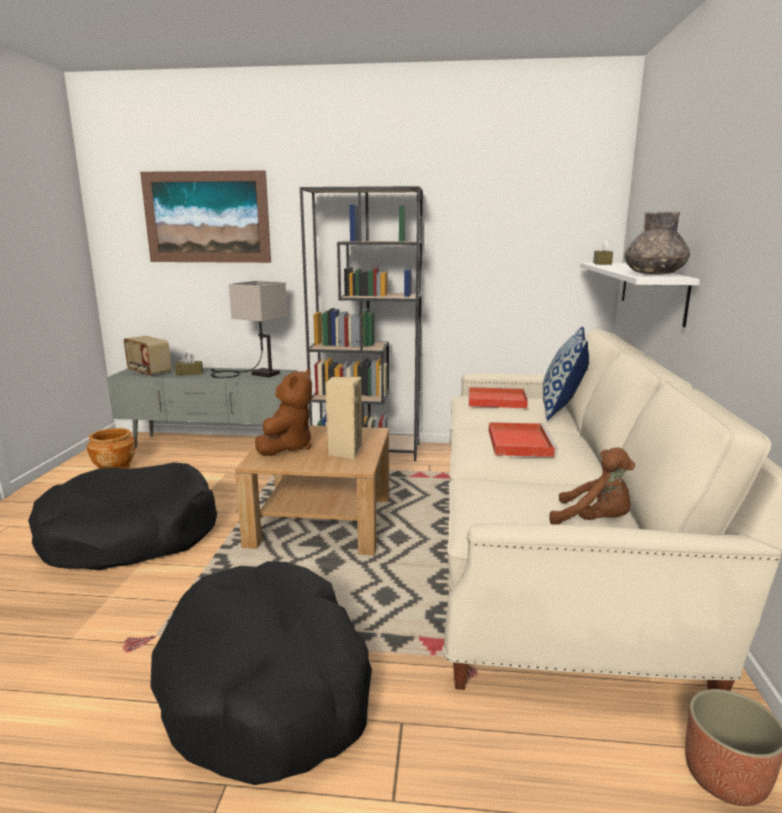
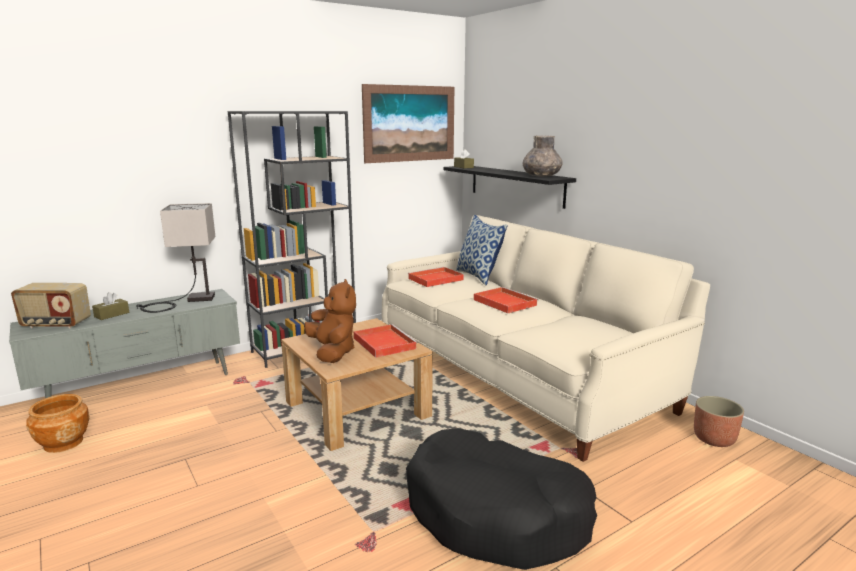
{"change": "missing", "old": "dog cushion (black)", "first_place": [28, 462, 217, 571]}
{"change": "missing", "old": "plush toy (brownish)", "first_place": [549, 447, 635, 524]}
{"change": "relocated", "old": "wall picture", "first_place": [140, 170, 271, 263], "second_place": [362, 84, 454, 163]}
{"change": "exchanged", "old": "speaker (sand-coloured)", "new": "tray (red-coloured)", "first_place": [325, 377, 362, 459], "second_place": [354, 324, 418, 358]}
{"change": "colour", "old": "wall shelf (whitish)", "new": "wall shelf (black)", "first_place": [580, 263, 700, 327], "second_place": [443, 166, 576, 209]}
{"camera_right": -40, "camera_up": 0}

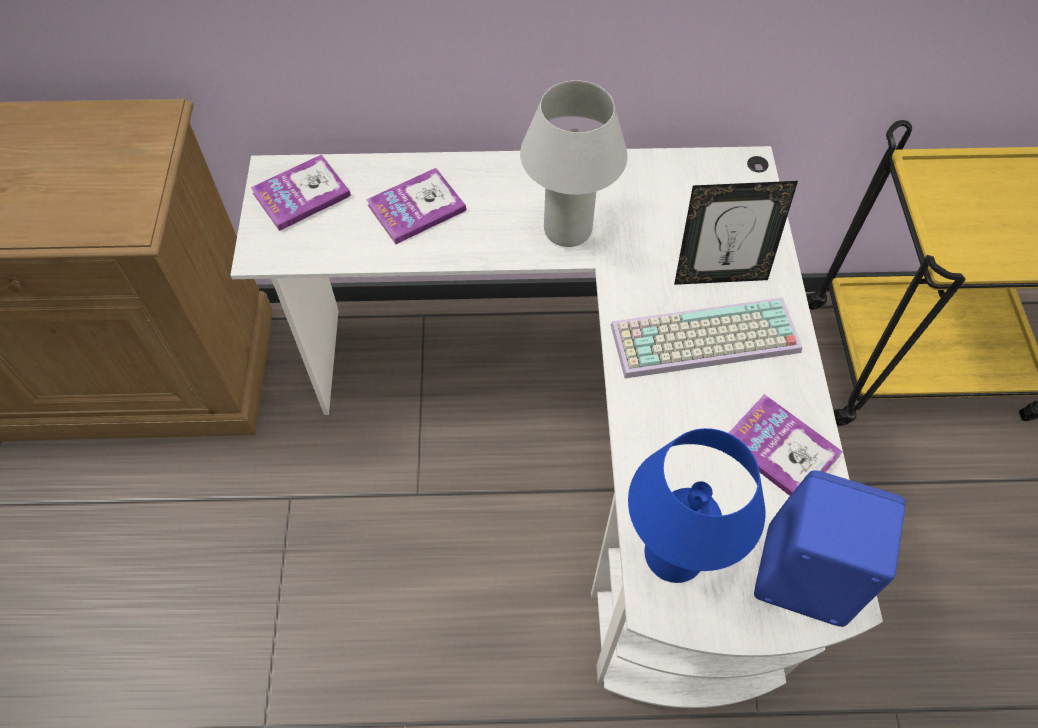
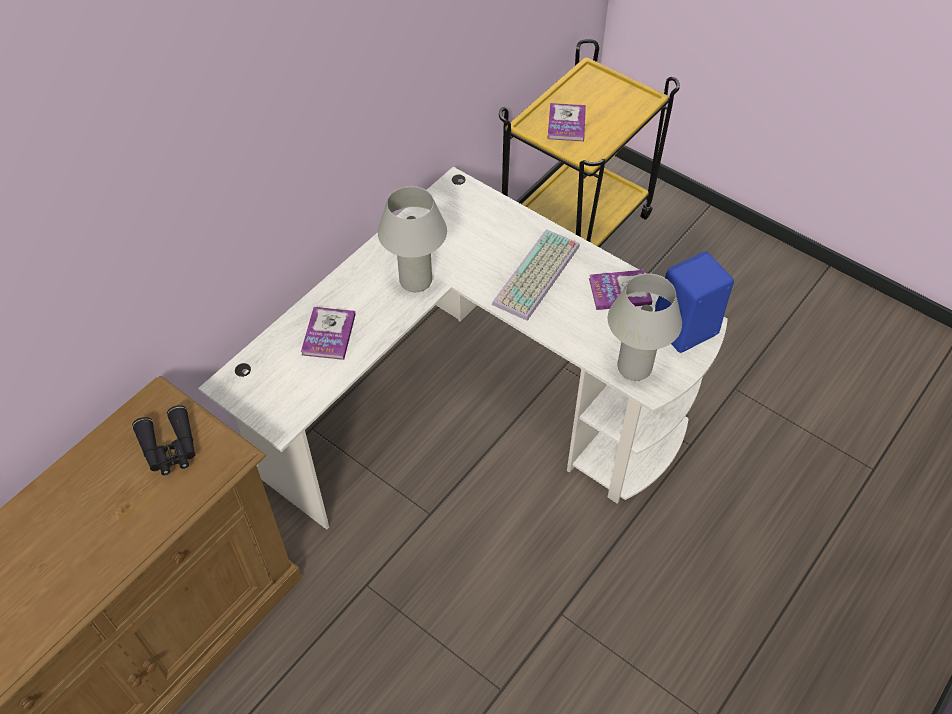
{"change": "missing", "old": "standing frame", "first_place": [674, 181, 798, 285]}
{"change": "appeared", "new": "pair of binoculars (black)", "second_place": [132, 405, 196, 475]}
{"change": "relocated", "old": "volume", "first_place": [250, 154, 351, 231], "second_place": [547, 103, 586, 141]}
{"change": "colour", "old": "table lamp (blue)", "new": "table lamp (whitish)", "first_place": [628, 428, 765, 583], "second_place": [608, 273, 682, 381]}
{"camera_right": -50, "camera_up": -5}

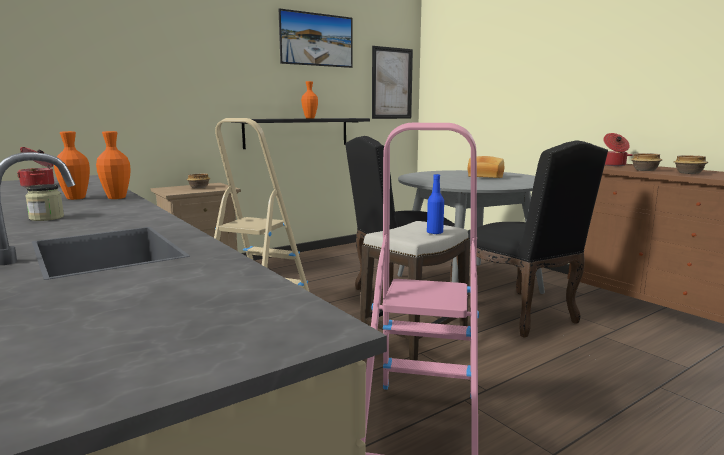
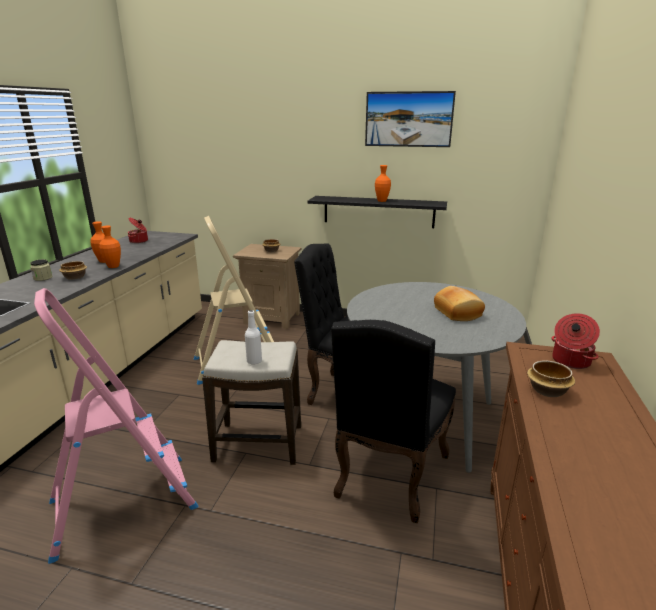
{"change": "missing", "old": "wall picture", "first_place": [372, 46, 413, 119]}
{"change": "relocated", "old": "bowl", "first_place": [674, 155, 708, 174], "second_place": [59, 261, 87, 280]}
{"change": "colour", "old": "bottle (blue)", "new": "bottle (whitish)", "first_place": [427, 174, 444, 234], "second_place": [245, 310, 262, 365]}
{"camera_right": 50, "camera_up": 10}

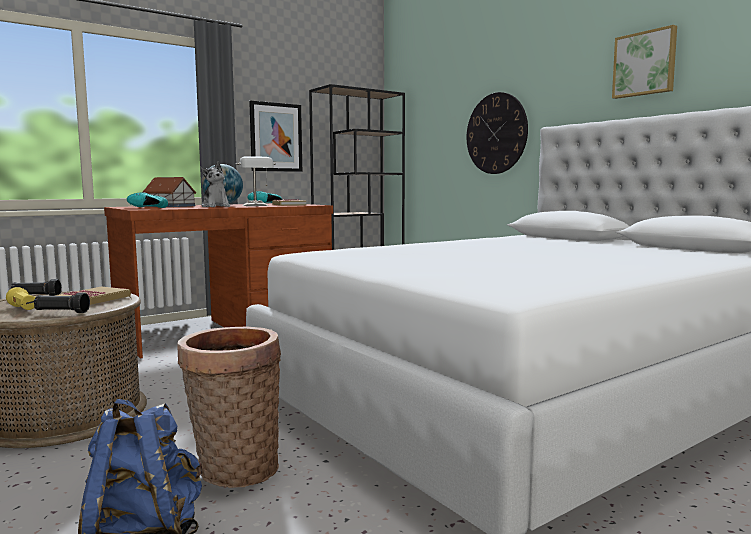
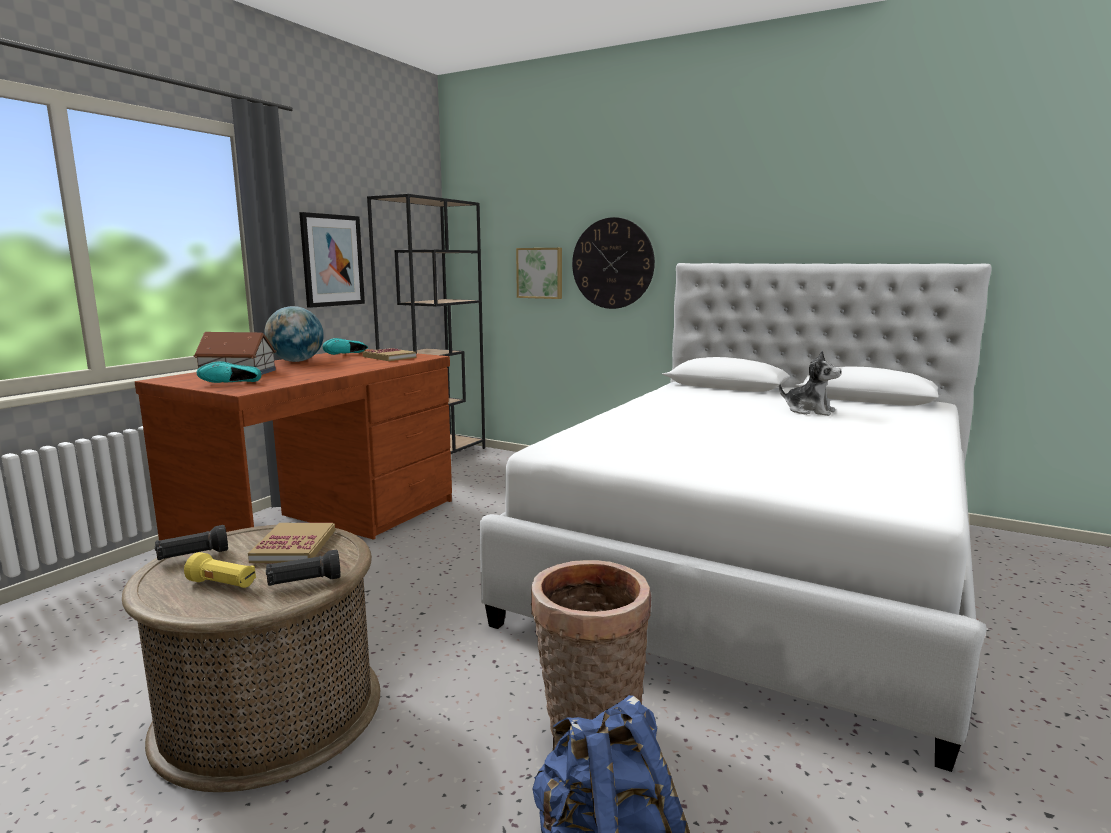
{"change": "missing", "old": "table lamp (whitish)", "first_place": [236, 156, 276, 206]}
{"change": "relocated", "old": "plush toy", "first_place": [201, 162, 230, 207], "second_place": [779, 351, 841, 416]}
{"change": "relocated", "old": "wall picture", "first_place": [612, 25, 677, 99], "second_place": [516, 248, 562, 299]}
{"camera_right": -25, "camera_up": 5}

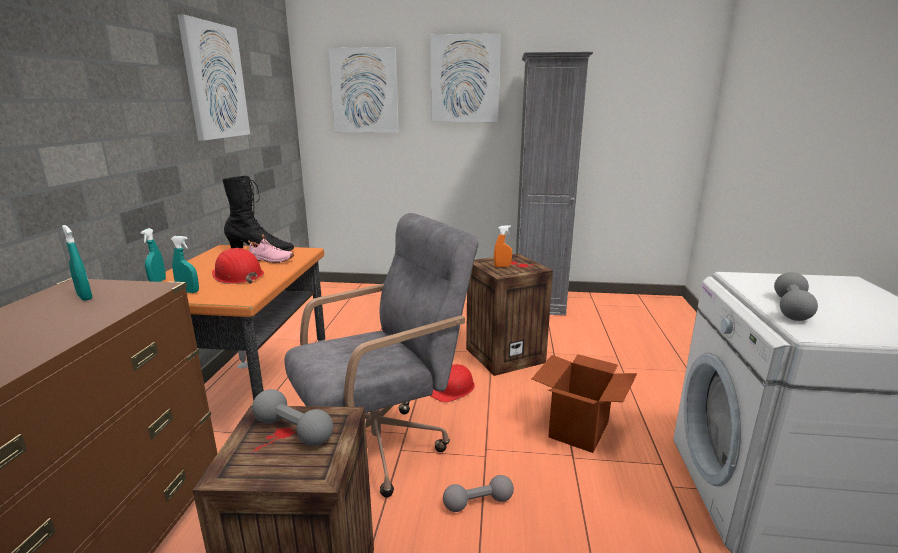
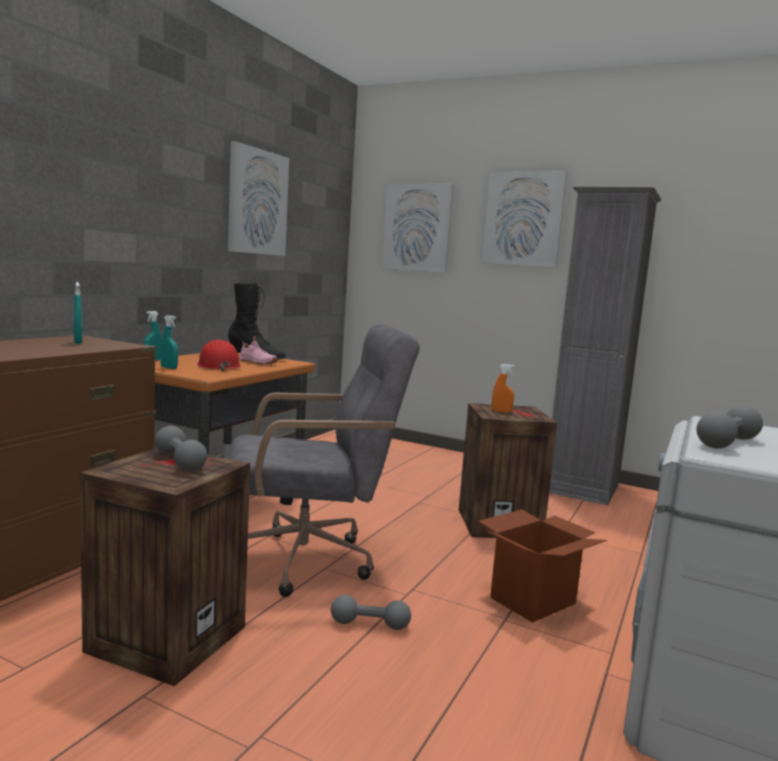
{"change": "missing", "old": "hard hat (red-coloured)", "first_place": [431, 364, 475, 403]}
{"camera_right": 20, "camera_up": -10}

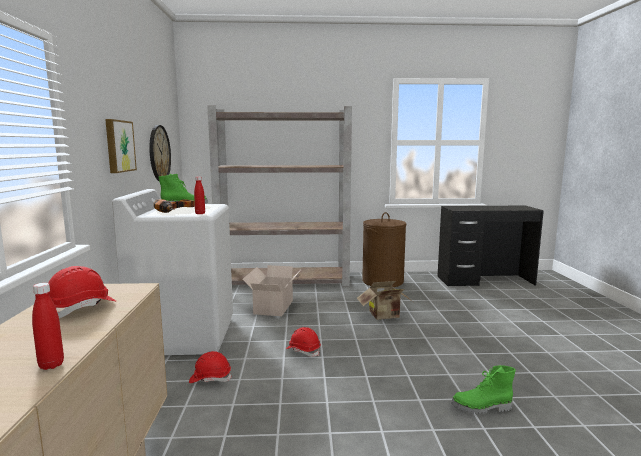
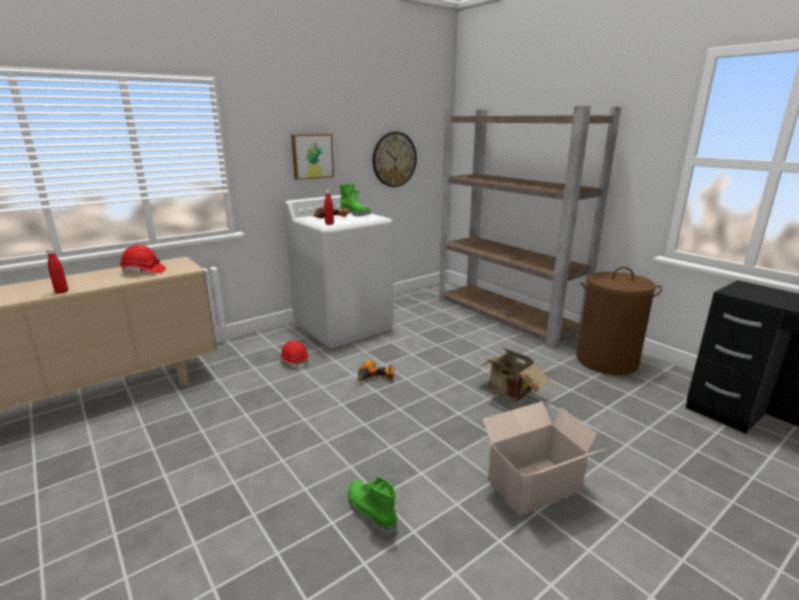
{"change": "relocated", "old": "carton", "first_place": [243, 265, 301, 316], "second_place": [481, 401, 605, 515]}
{"change": "exchanged", "old": "hard hat (red-coloured)", "new": "drill", "first_place": [286, 327, 321, 357], "second_place": [356, 360, 394, 384]}
{"camera_right": 55, "camera_up": 10}

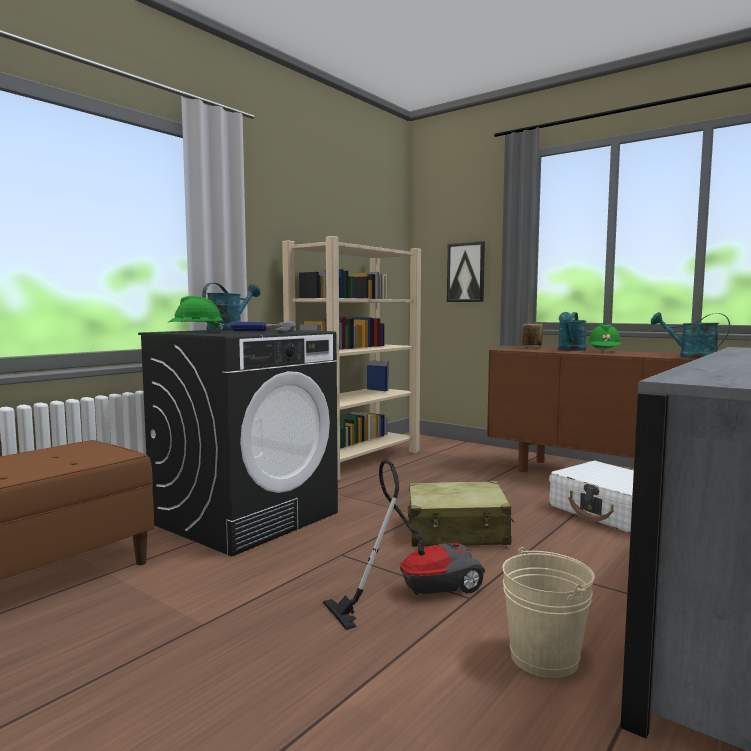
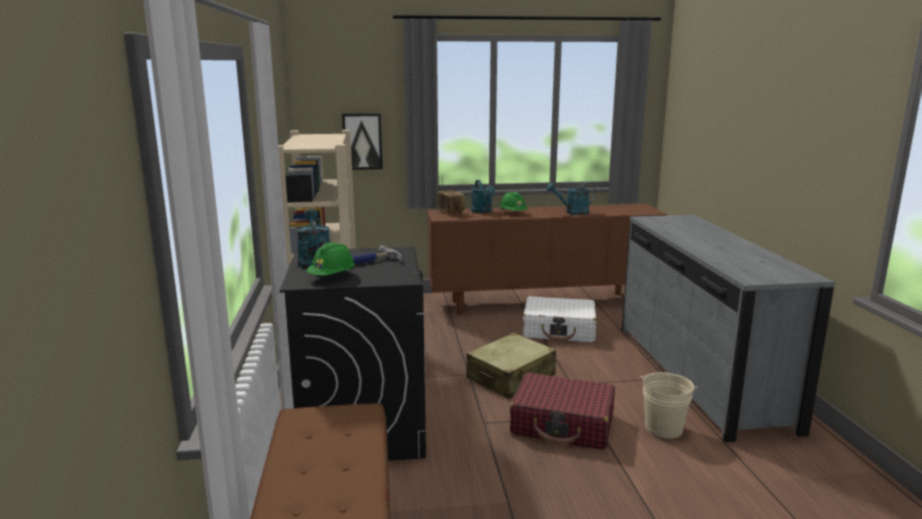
{"change": "exchanged", "old": "hoover", "new": "travel case (red-coloured)", "first_place": [323, 459, 485, 630], "second_place": [510, 372, 615, 450]}
{"camera_right": -45, "camera_up": 10}

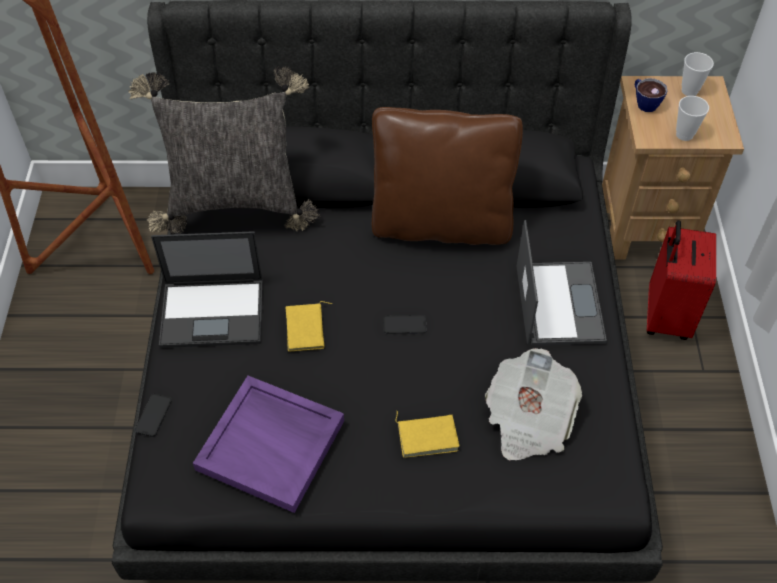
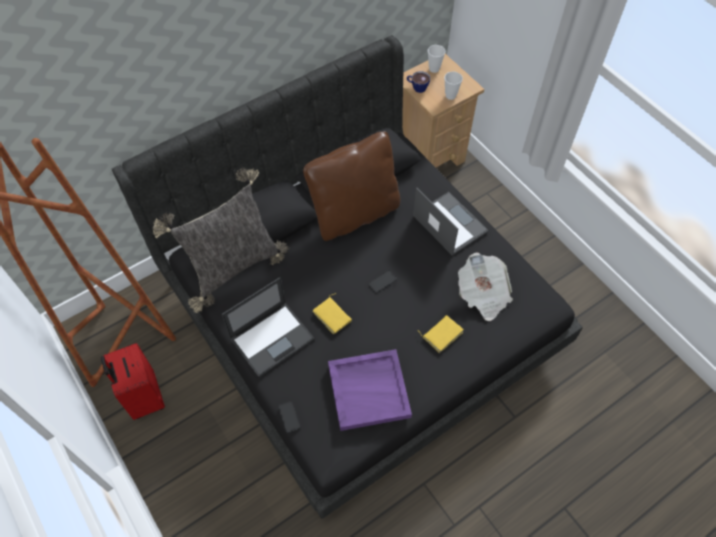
{"change": "relocated", "old": "travel case (red-coloured)", "first_place": [647, 220, 716, 340], "second_place": [101, 343, 165, 420]}
{"camera_right": -35, "camera_up": 5}

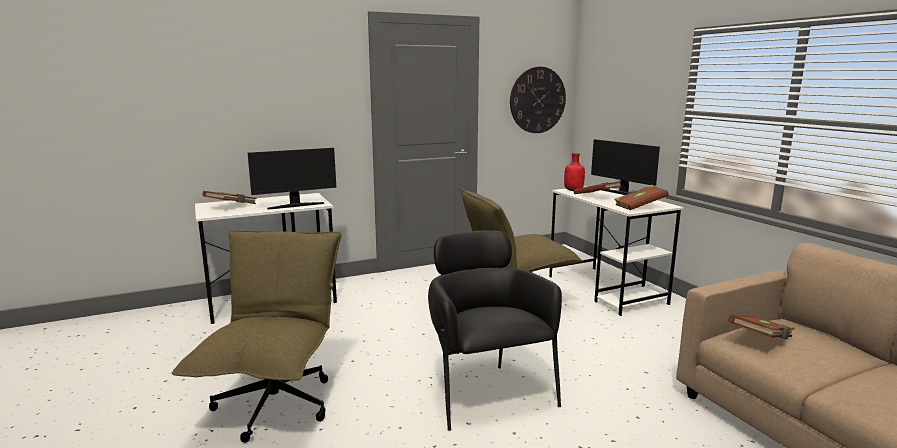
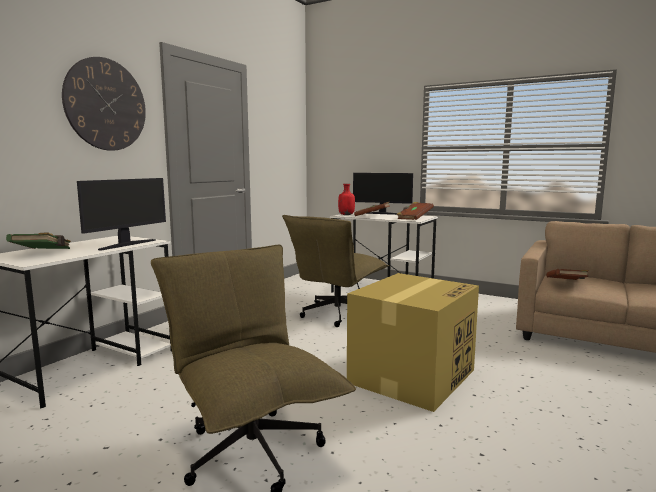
{"change": "relocated", "old": "hanging clock", "first_place": [510, 67, 566, 133], "second_place": [62, 57, 146, 151]}
{"change": "exchanged", "old": "easy chair (black)", "new": "carton", "first_place": [428, 230, 562, 431], "second_place": [347, 273, 479, 412]}
{"change": "colour", "old": "volume (brownish)", "new": "volume (greenish)", "first_place": [203, 191, 257, 204], "second_place": [6, 232, 71, 249]}
{"camera_right": -35, "camera_up": -5}

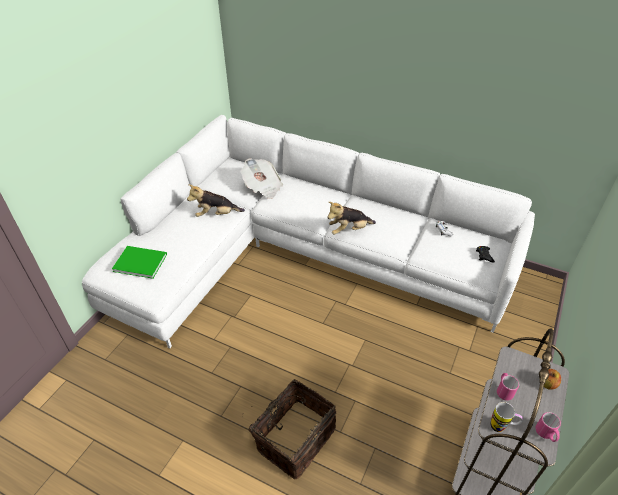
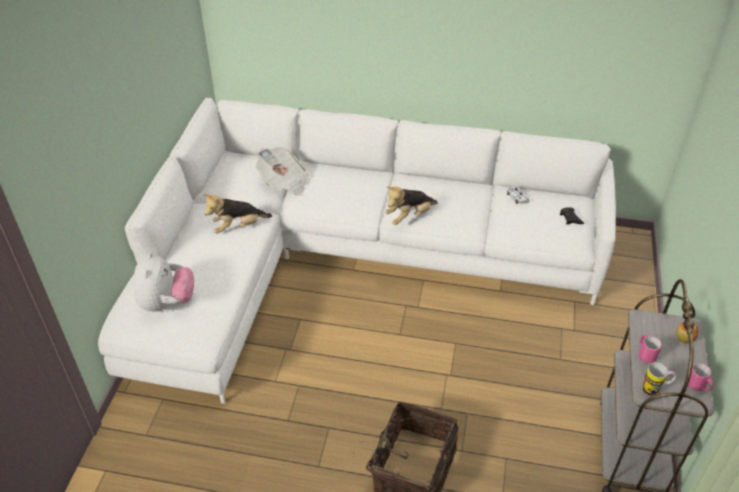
{"change": "exchanged", "old": "volume (greenish)", "new": "plush toy", "first_place": [112, 246, 167, 279], "second_place": [134, 252, 194, 312]}
{"camera_right": -15, "camera_up": 0}

